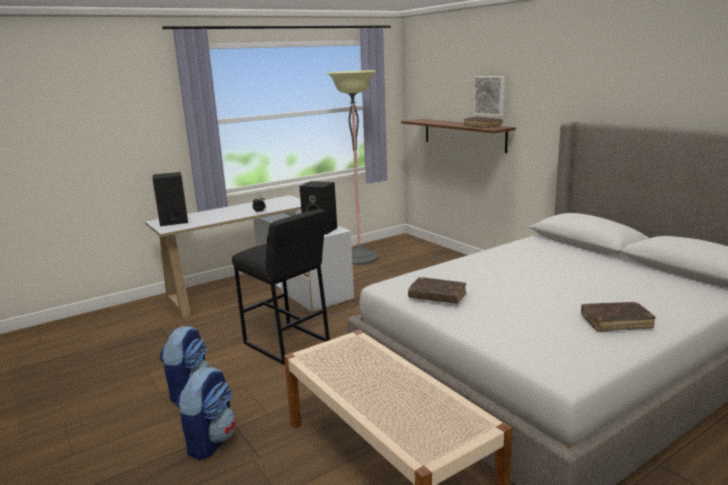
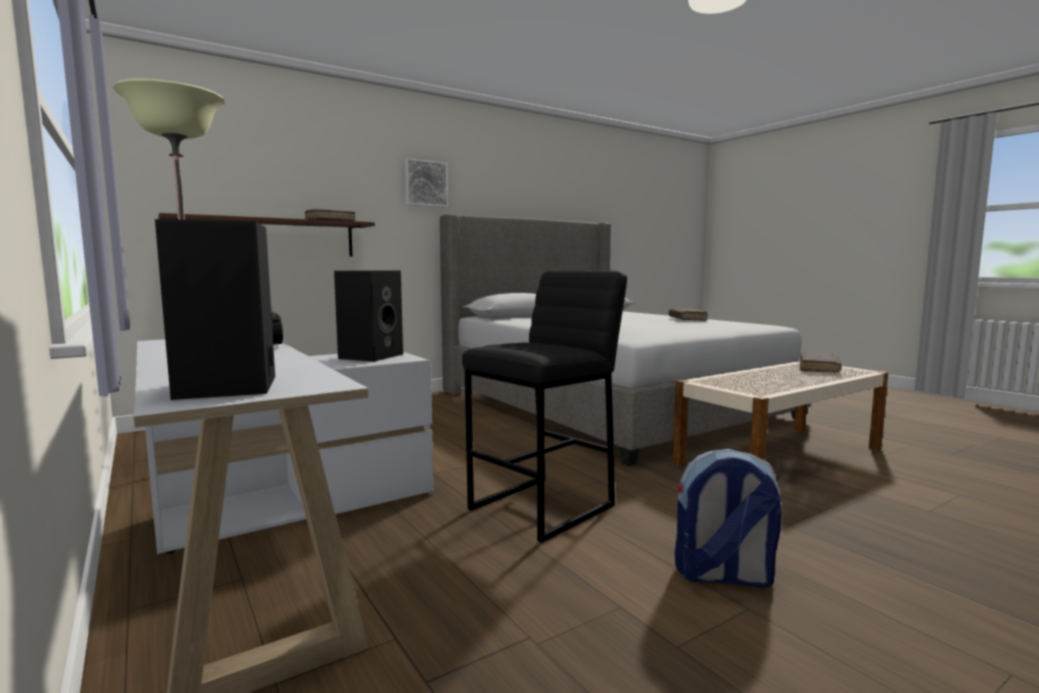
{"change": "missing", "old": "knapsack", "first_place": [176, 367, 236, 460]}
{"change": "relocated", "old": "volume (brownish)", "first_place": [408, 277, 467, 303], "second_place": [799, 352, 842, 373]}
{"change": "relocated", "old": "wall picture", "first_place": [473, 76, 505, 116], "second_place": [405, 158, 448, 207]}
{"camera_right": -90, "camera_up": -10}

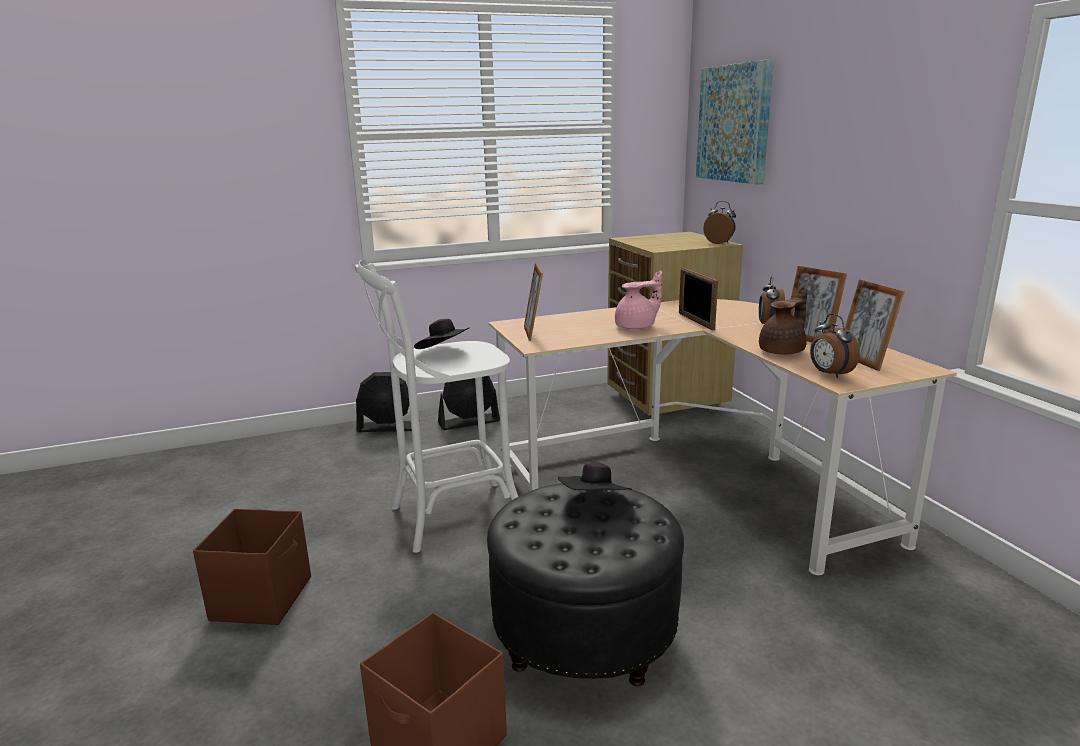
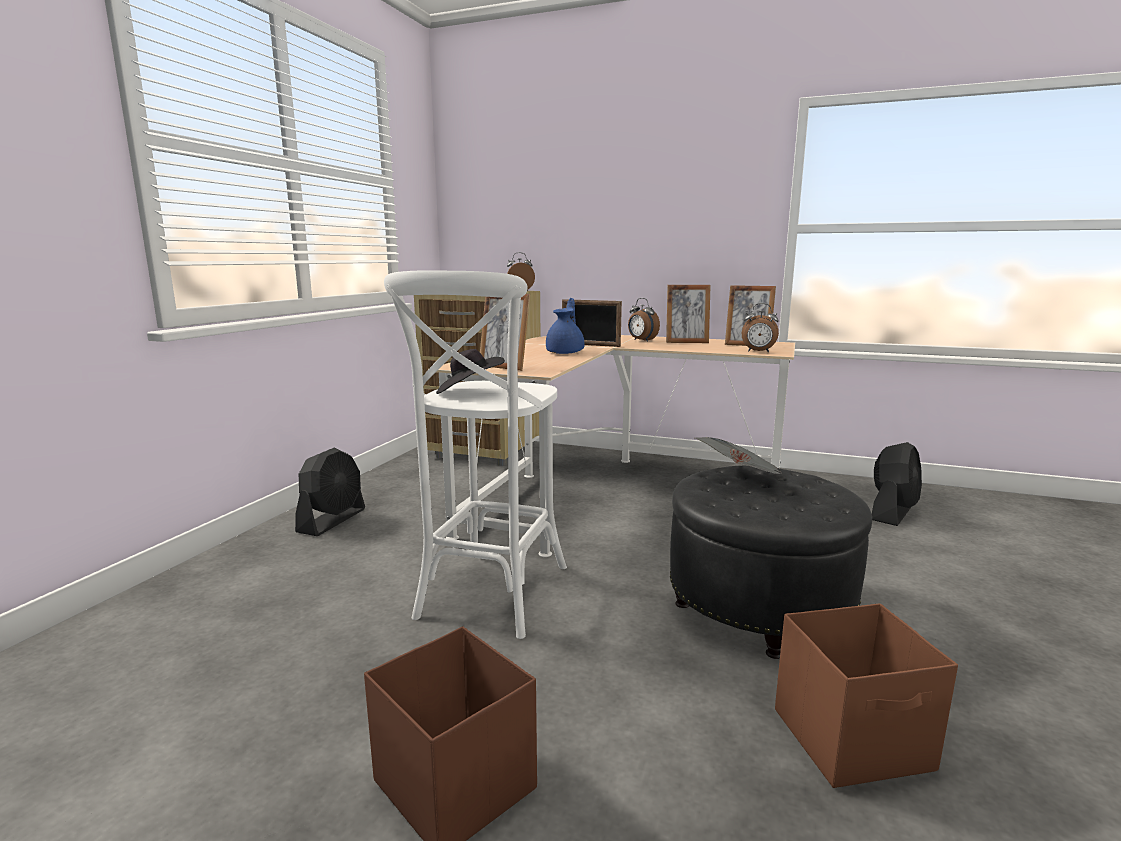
{"change": "missing", "old": "wall picture", "first_place": [696, 59, 774, 184]}
{"change": "missing", "old": "pot for tea (brownish)", "first_place": [759, 286, 807, 355]}
{"change": "relocated", "old": "cooling fan (black)", "first_place": [356, 372, 412, 432], "second_place": [872, 442, 922, 526]}
{"change": "exchanged", "old": "hat (black)", "new": "printed paper", "first_place": [558, 462, 632, 490], "second_place": [695, 437, 781, 474]}
{"change": "colour", "old": "pot for tea (pink)", "new": "pot for tea (blue)", "first_place": [615, 271, 662, 329], "second_place": [546, 298, 585, 354]}
{"camera_right": -50, "camera_up": -5}

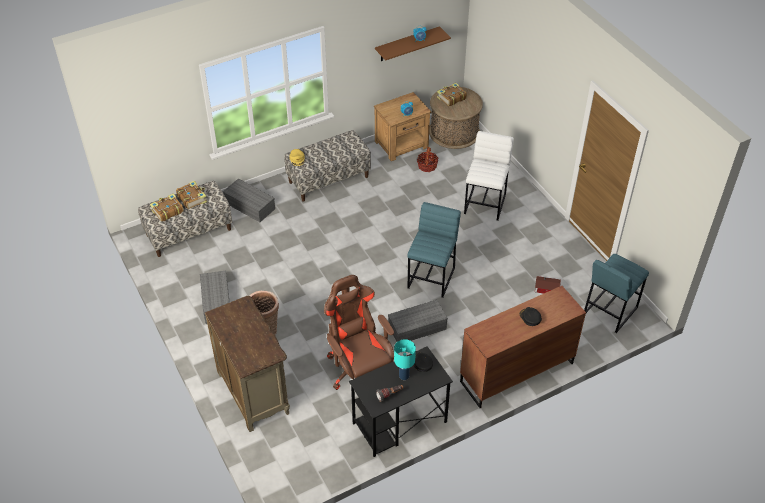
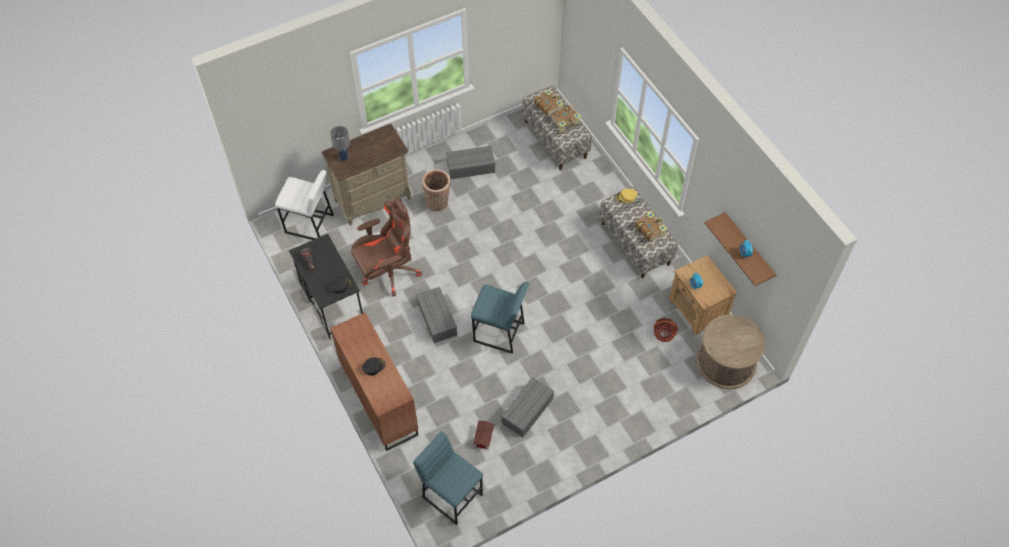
{"change": "missing", "old": "table lamp (turquoise)", "first_place": [394, 339, 416, 380]}
{"change": "appeared", "new": "table lamp (gray)", "second_place": [330, 126, 350, 161]}
{"change": "relocated", "old": "storage container (gray)", "first_place": [223, 178, 275, 222], "second_place": [501, 377, 554, 437]}
{"change": "relocated", "old": "volume", "first_place": [437, 83, 467, 106], "second_place": [635, 212, 668, 242]}
{"change": "relocated", "old": "stool seat (whitish)", "first_place": [464, 131, 514, 221], "second_place": [275, 170, 334, 240]}
{"camera_right": 90, "camera_up": 10}

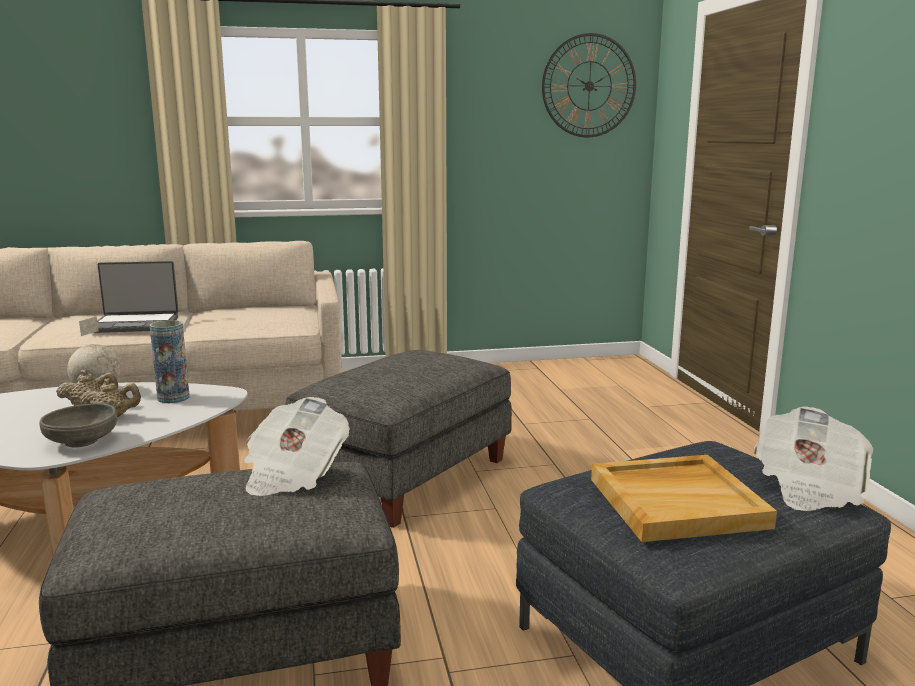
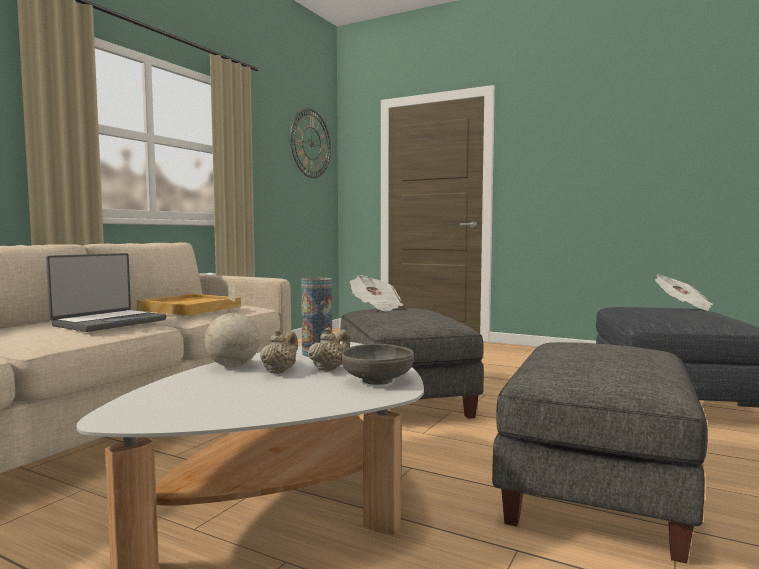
{"change": "relocated", "old": "printed paper", "first_place": [244, 397, 350, 496], "second_place": [350, 276, 403, 312]}
{"change": "relocated", "old": "tray (sand-coloured)", "first_place": [591, 455, 777, 542], "second_place": [137, 294, 241, 316]}
{"camera_right": -50, "camera_up": -10}

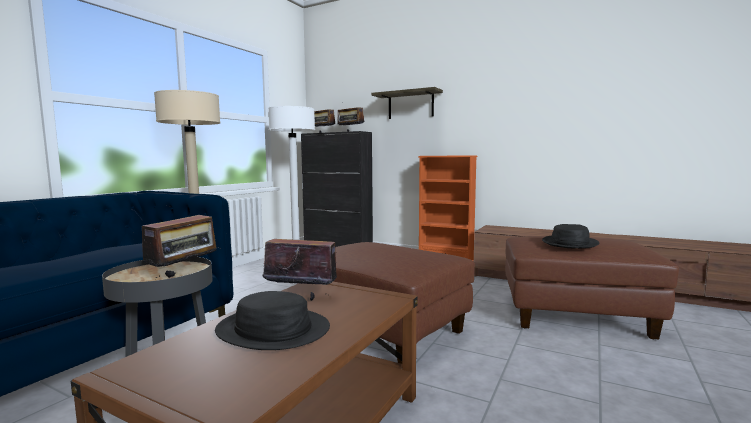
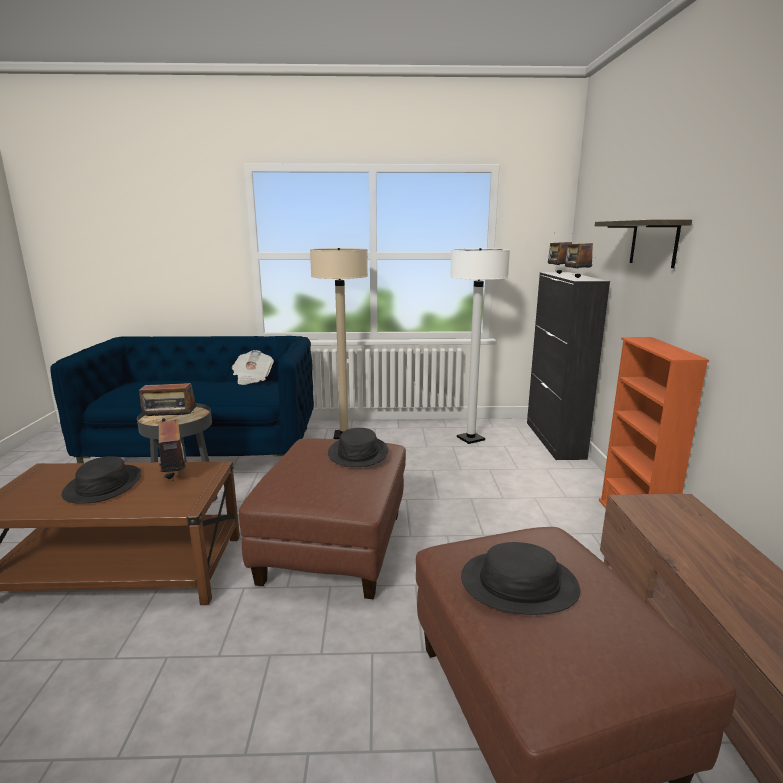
{"change": "appeared", "new": "printed paper", "second_place": [232, 350, 274, 385]}
{"change": "appeared", "new": "hat (black)", "second_place": [328, 428, 388, 467]}
{"camera_right": 60, "camera_up": 10}

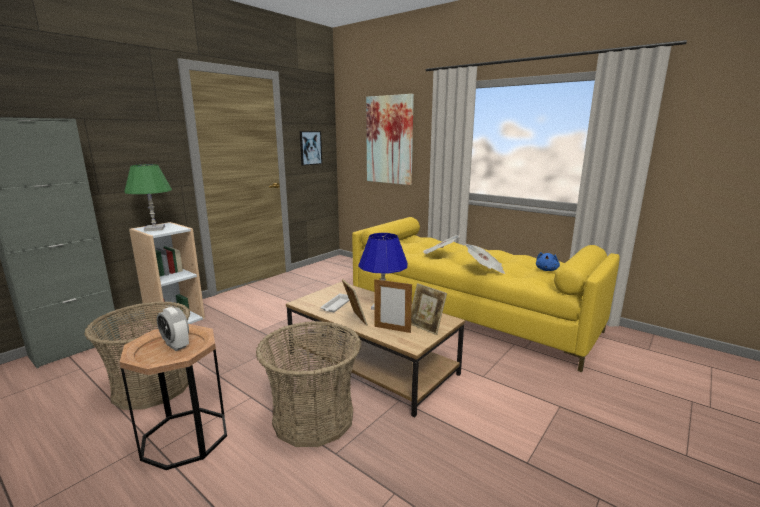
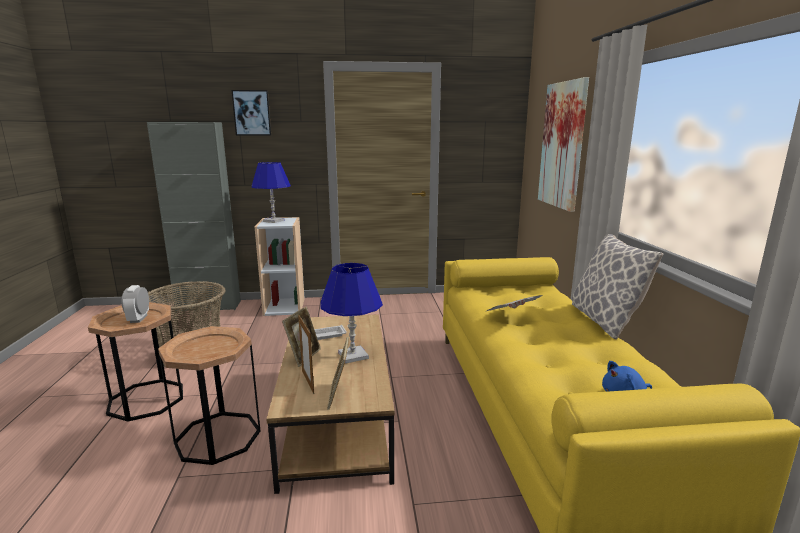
{"change": "missing", "old": "printed paper", "first_place": [465, 244, 505, 274]}
{"change": "appeared", "new": "throw pillow", "second_place": [572, 234, 663, 340]}
{"change": "relocated", "old": "wall picture", "first_place": [300, 131, 322, 166], "second_place": [231, 90, 271, 136]}
{"change": "exchanged", "old": "basket", "new": "end table (brownish)", "first_place": [256, 321, 361, 447], "second_place": [158, 326, 261, 465]}
{"change": "colour", "old": "table lamp (greenish)", "new": "table lamp (blue)", "first_place": [124, 164, 172, 231], "second_place": [252, 162, 291, 223]}
{"camera_right": 45, "camera_up": 0}

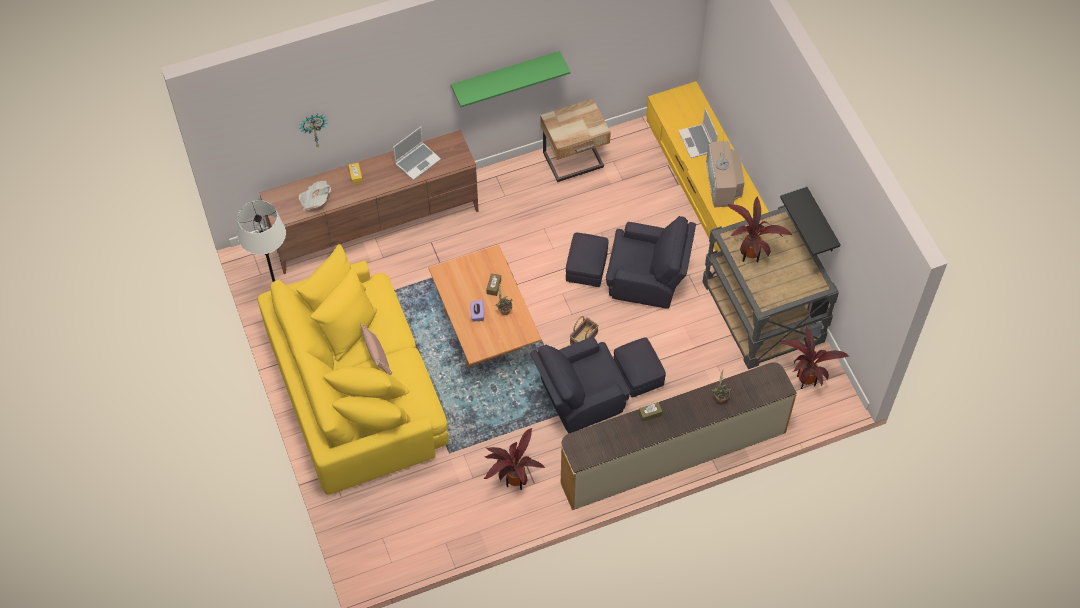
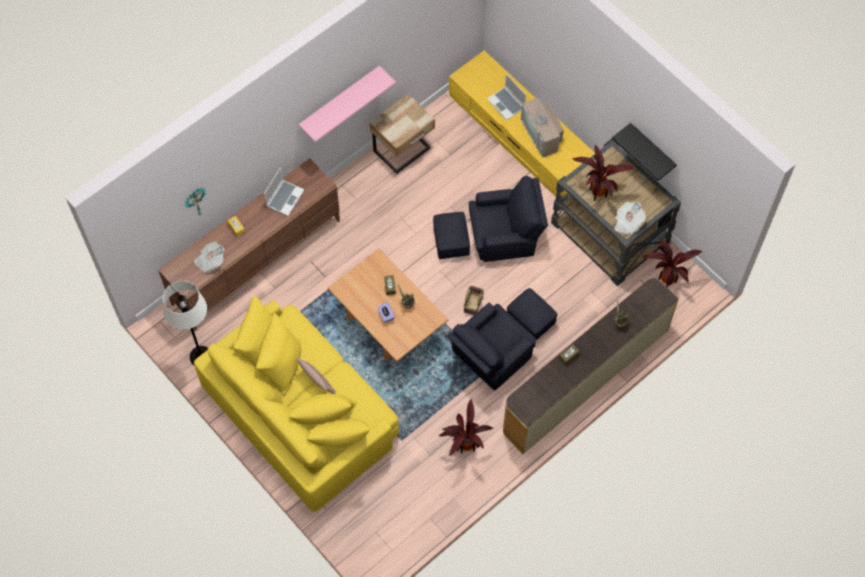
{"change": "appeared", "new": "printed paper", "second_place": [615, 202, 646, 235]}
{"change": "colour", "old": "wall shelf (greenish)", "new": "wall shelf (pink)", "first_place": [451, 51, 570, 107], "second_place": [298, 66, 396, 142]}
{"camera_right": -20, "camera_up": 5}

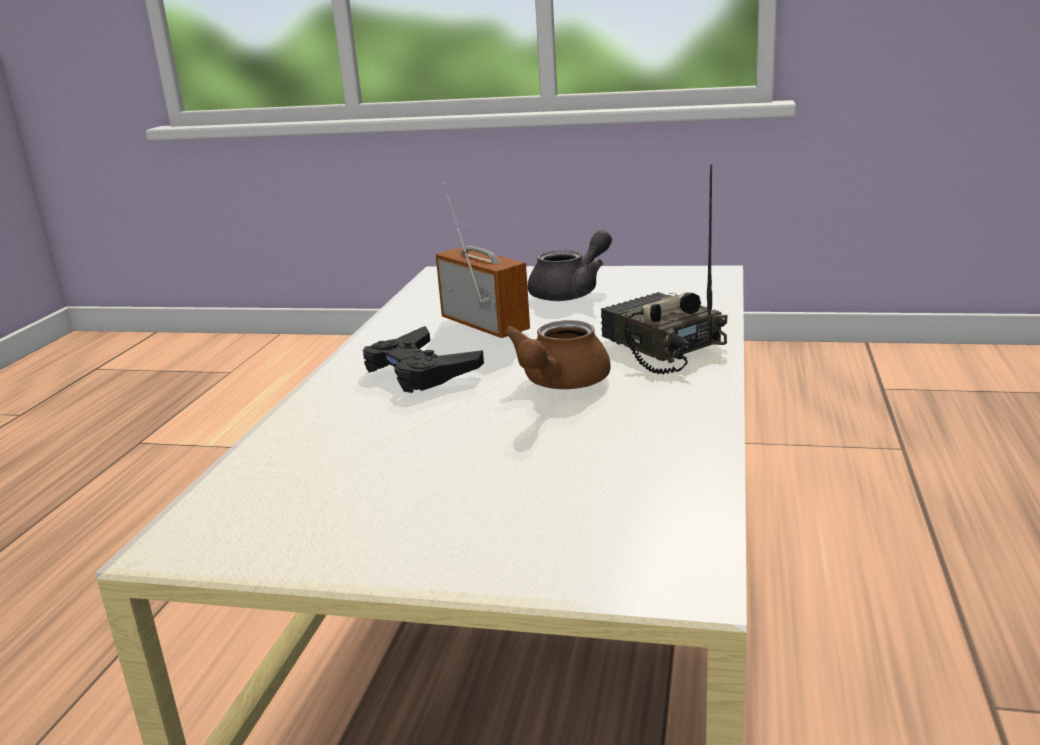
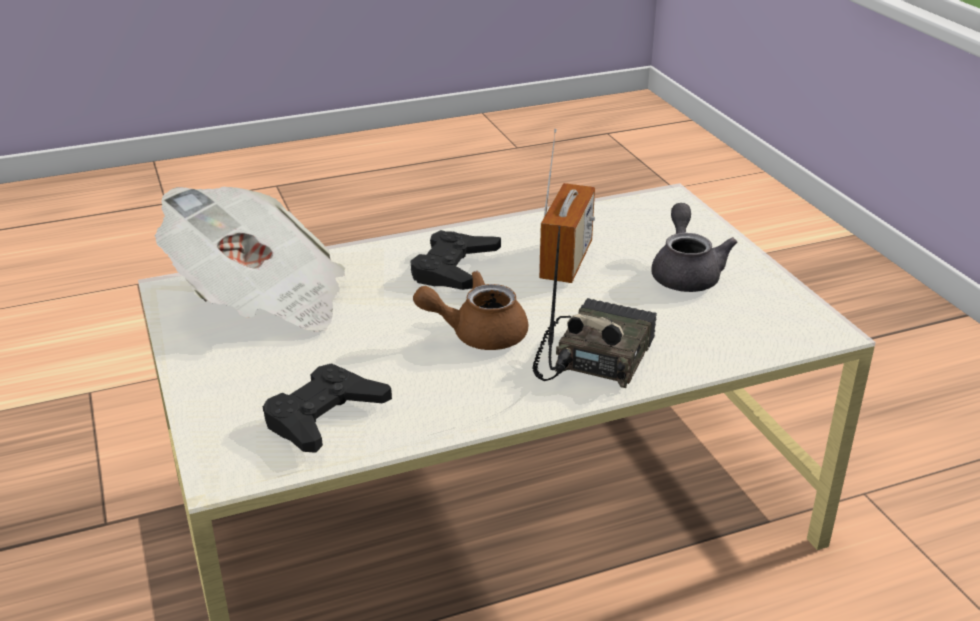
{"change": "appeared", "new": "printed paper", "second_place": [155, 187, 345, 332]}
{"change": "appeared", "new": "game controller (black)", "second_place": [263, 363, 392, 453]}
{"change": "spun", "old": "pot for tea (gray)", "first_place": [528, 230, 612, 301], "second_place": [651, 203, 737, 292], "degrees": -105}
{"camera_right": 55, "camera_up": 10}

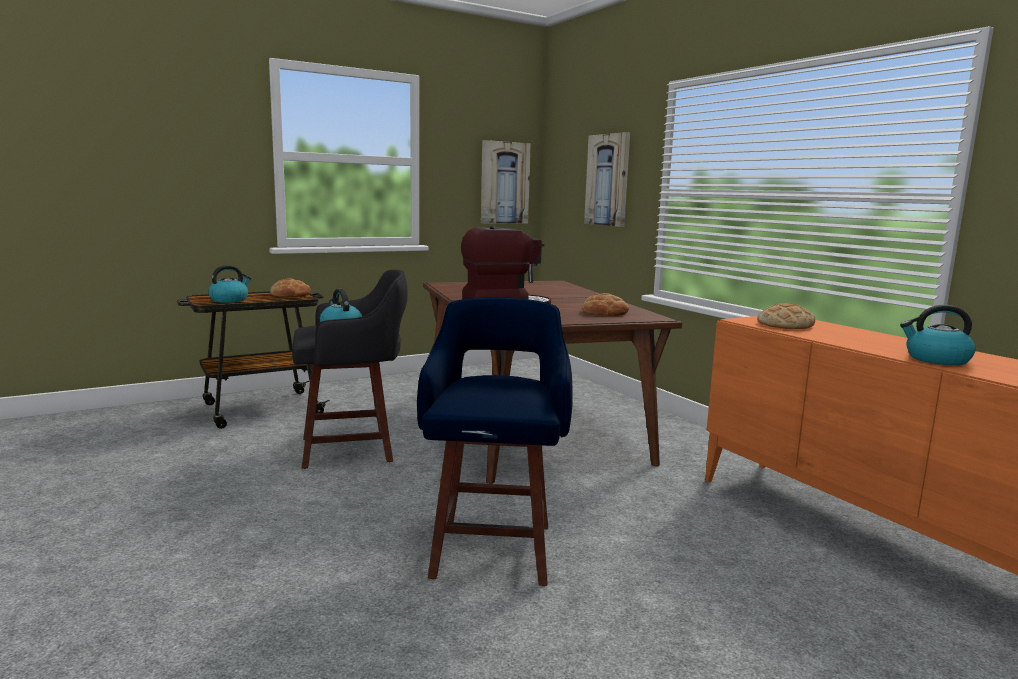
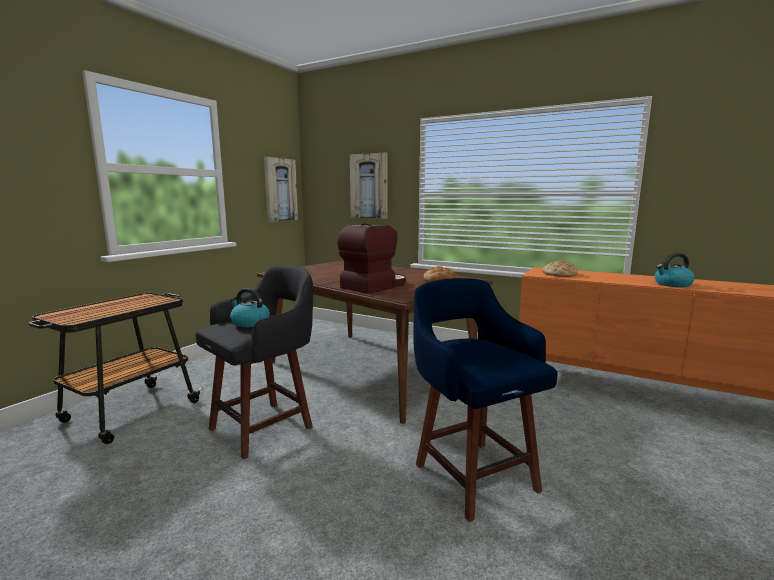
{"change": "missing", "old": "water kettle", "first_place": [208, 265, 252, 303]}
{"change": "missing", "old": "baked bread", "first_place": [270, 279, 311, 297]}
{"camera_right": -30, "camera_up": 0}

